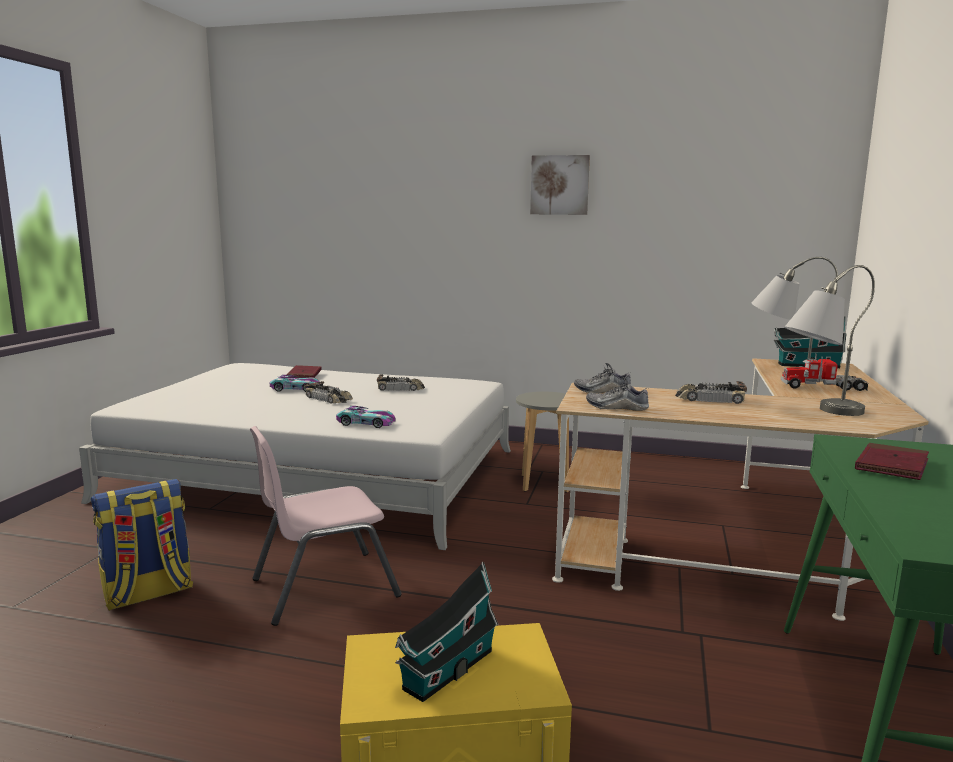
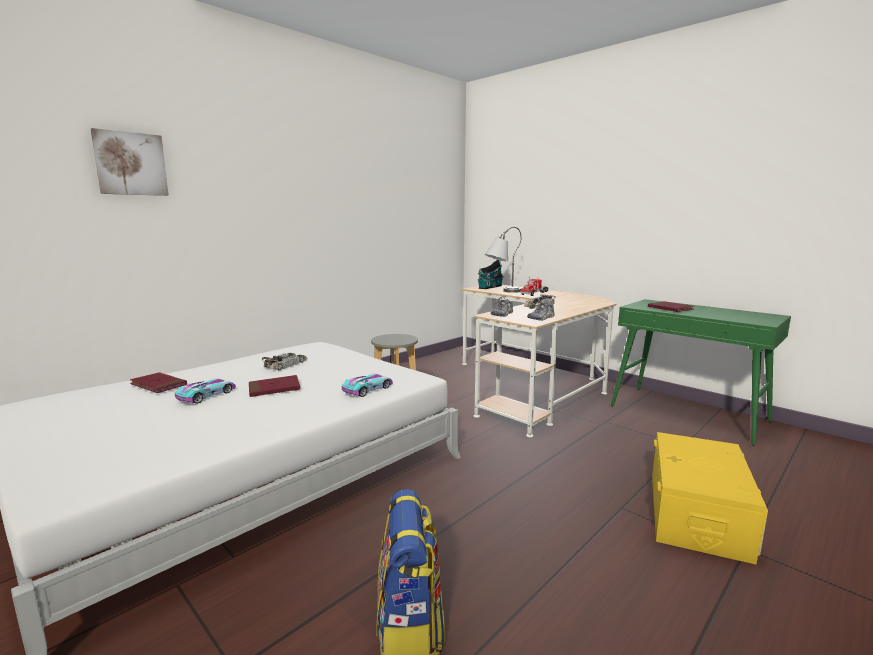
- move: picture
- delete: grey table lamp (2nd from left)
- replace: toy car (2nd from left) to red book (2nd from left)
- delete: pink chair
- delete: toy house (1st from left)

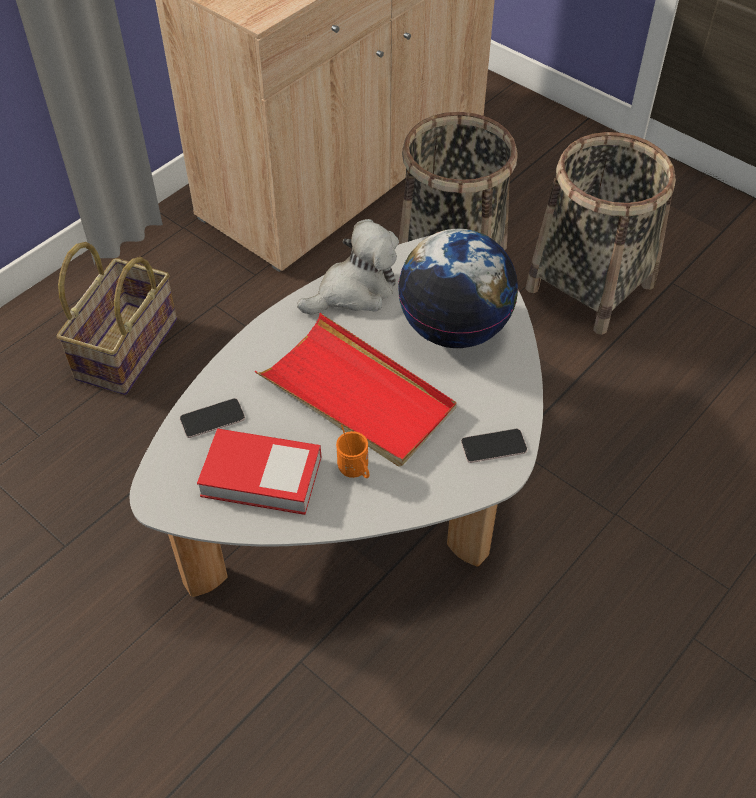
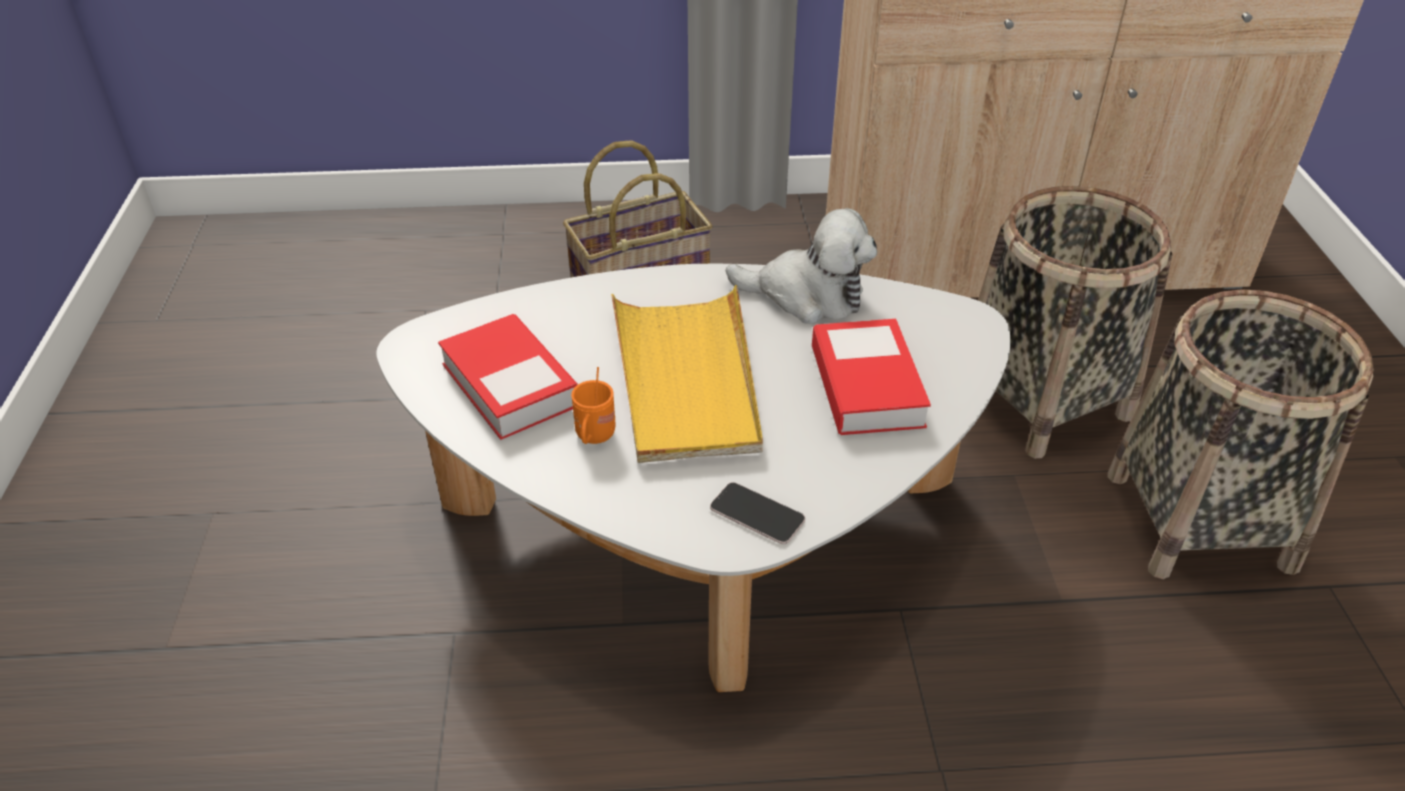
- replace: globe to book (2nd from left)
- recolor: red tray to yellow tray
- delete: phone (1st from left)

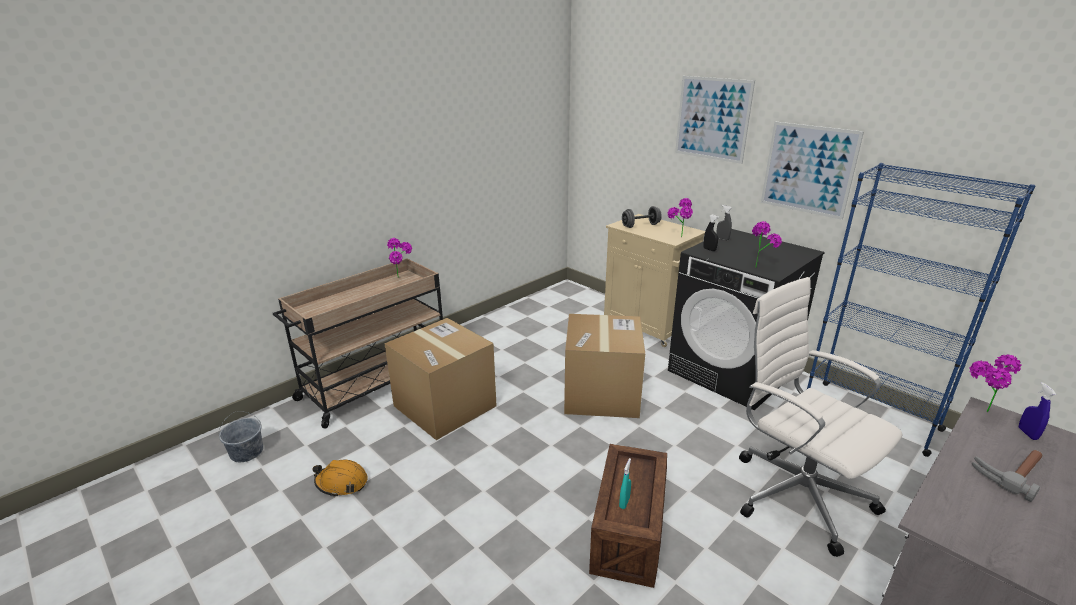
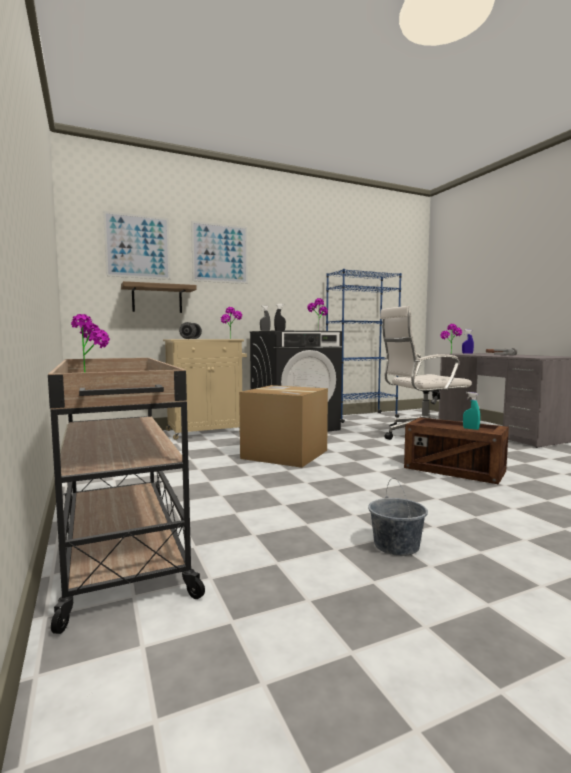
- move: picture (2nd from left in the first image) to picture (1st from left)
- delete: cardboard box (1st from left)
- move: grey bucket
- delete: orange hard hat
- insert: shelf

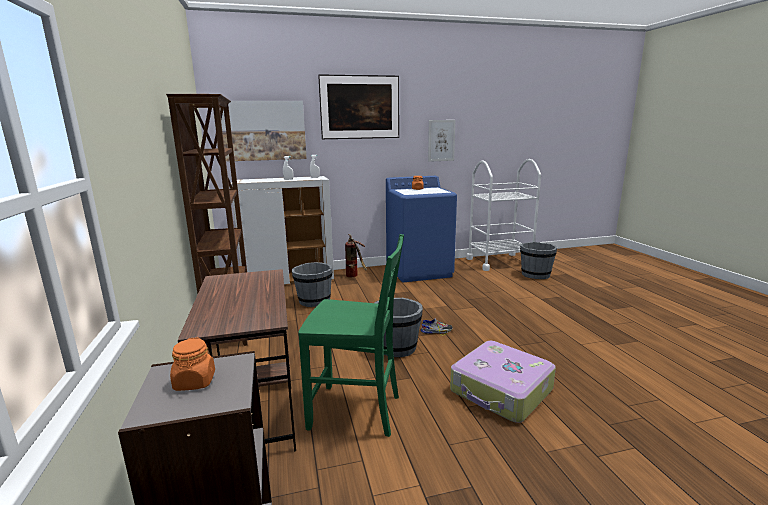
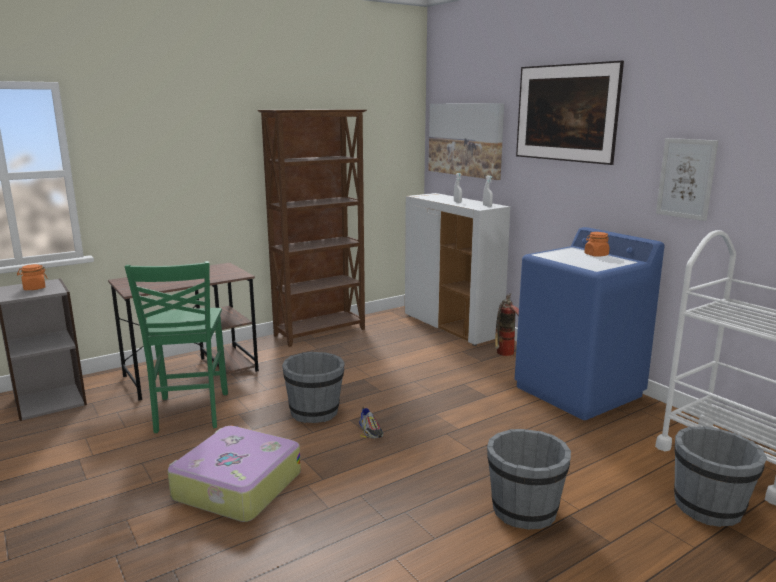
- move: grey bucket (1st from left in the first image) to grey bucket (2nd from left)

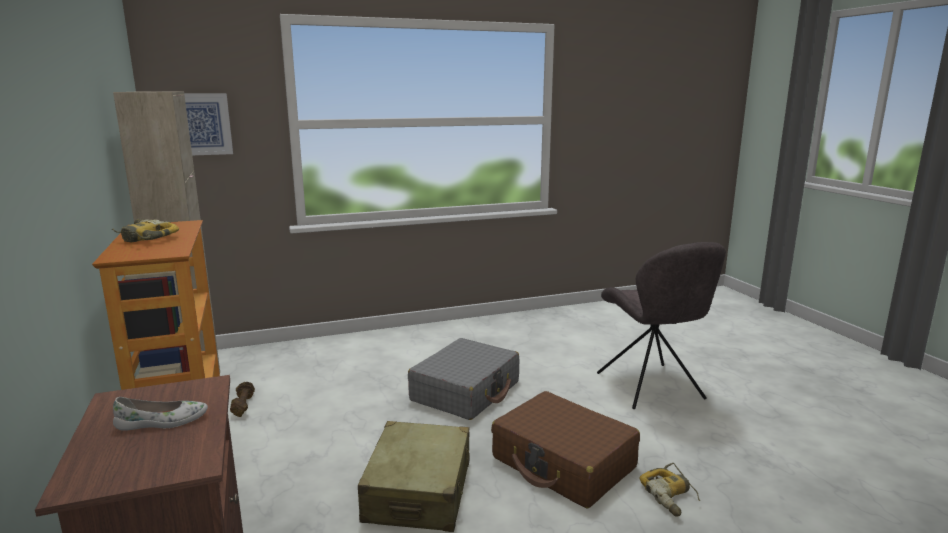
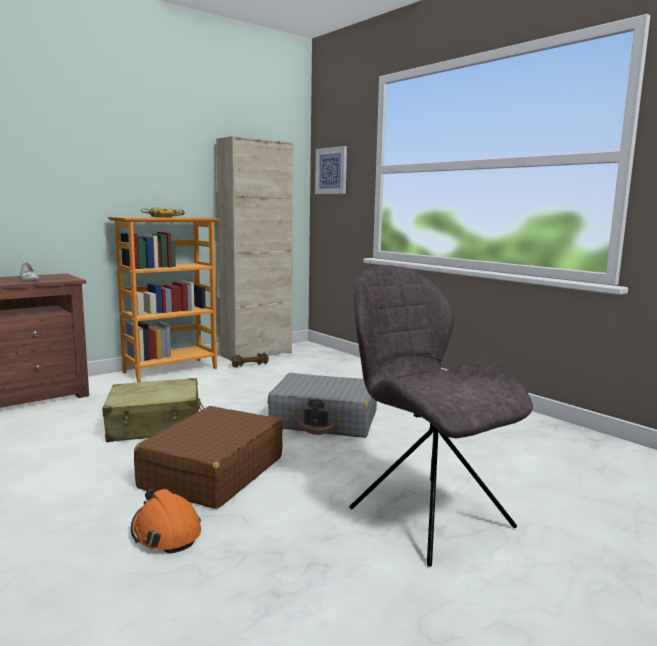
- rotate: grey chair 90 degrees clockwise
- replace: power drill (2nd from left) to orange hard hat

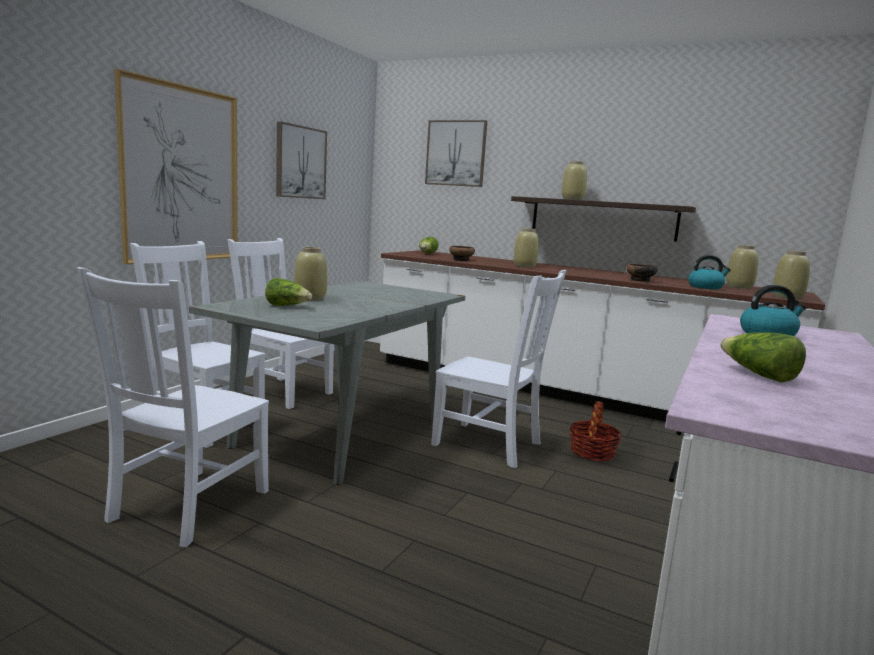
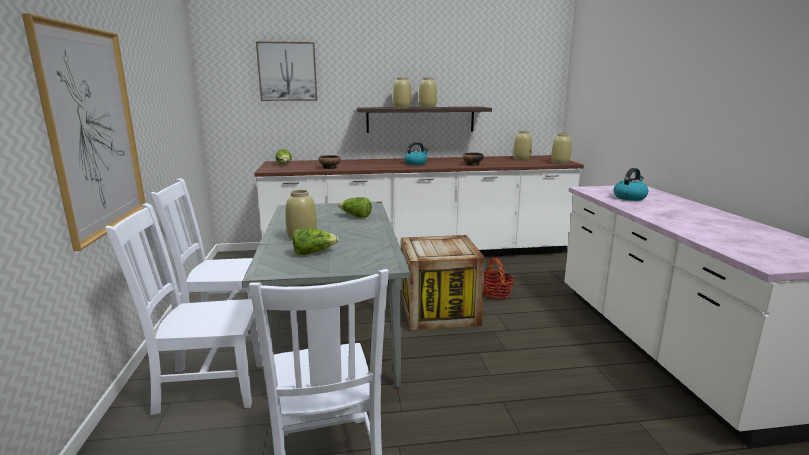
- delete: picture (2nd from left)
- move: beige vase (2nd from left in the first image) to beige vase (3rd from left)
- move: kettle (1st from left)
- replace: white chair (4th from left) to crate
- move: lettuce (3rd from left)

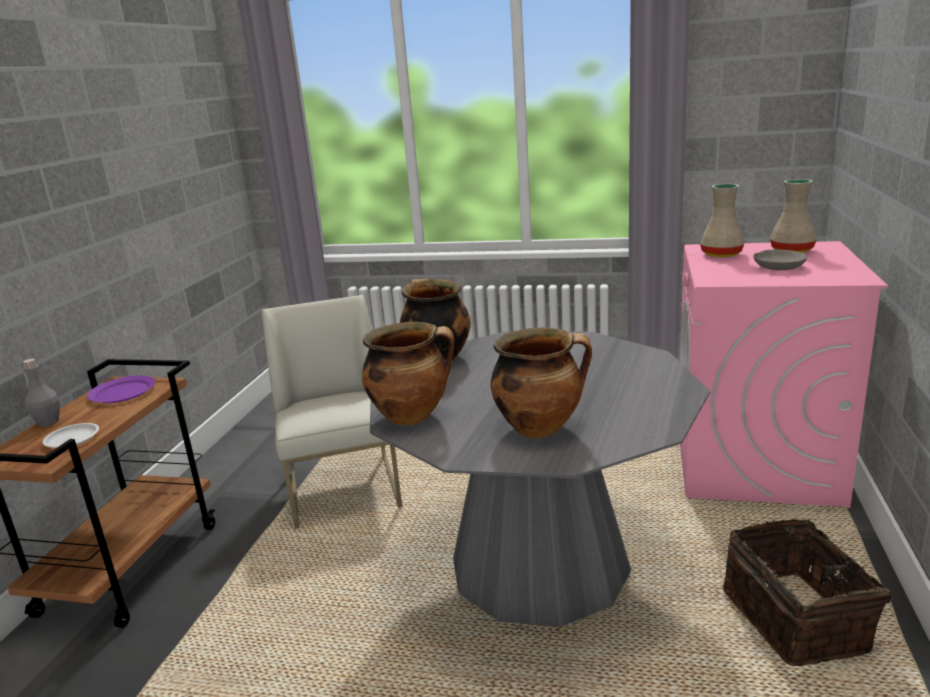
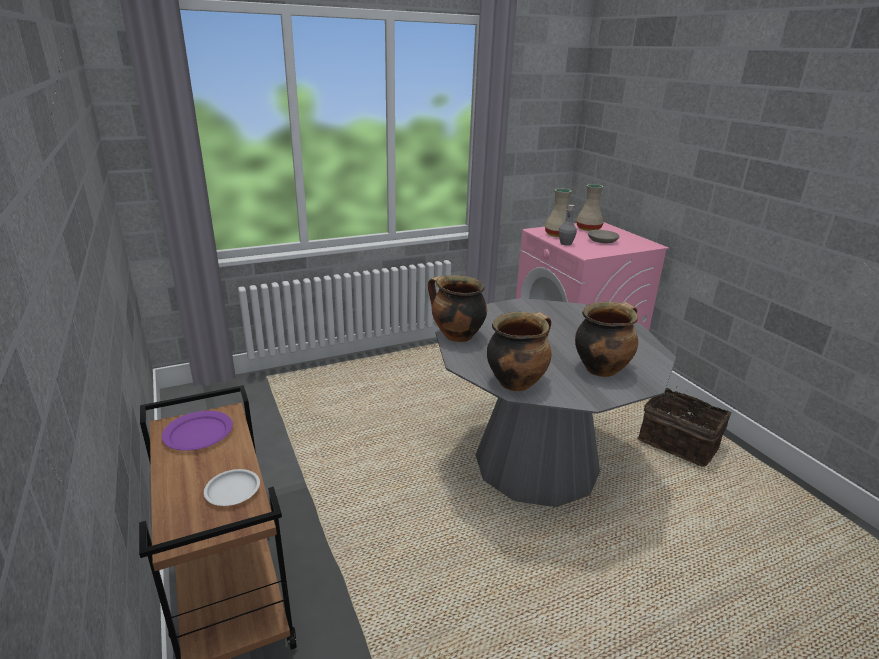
- delete: white chair
- move: grey bottle

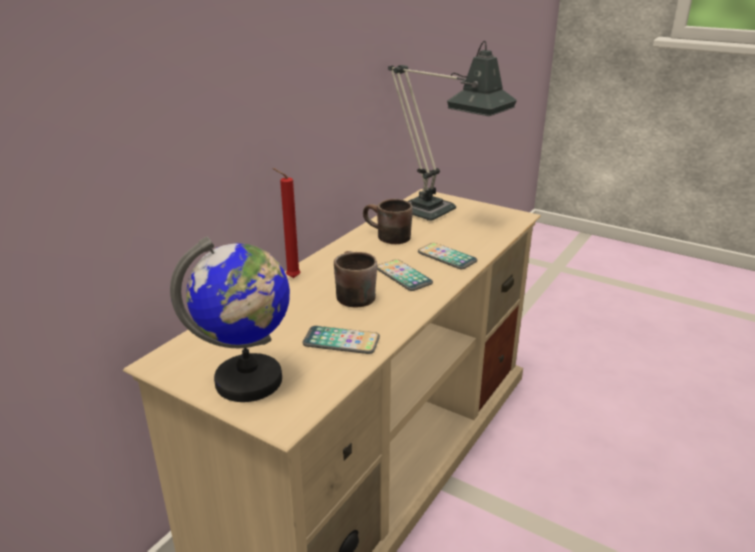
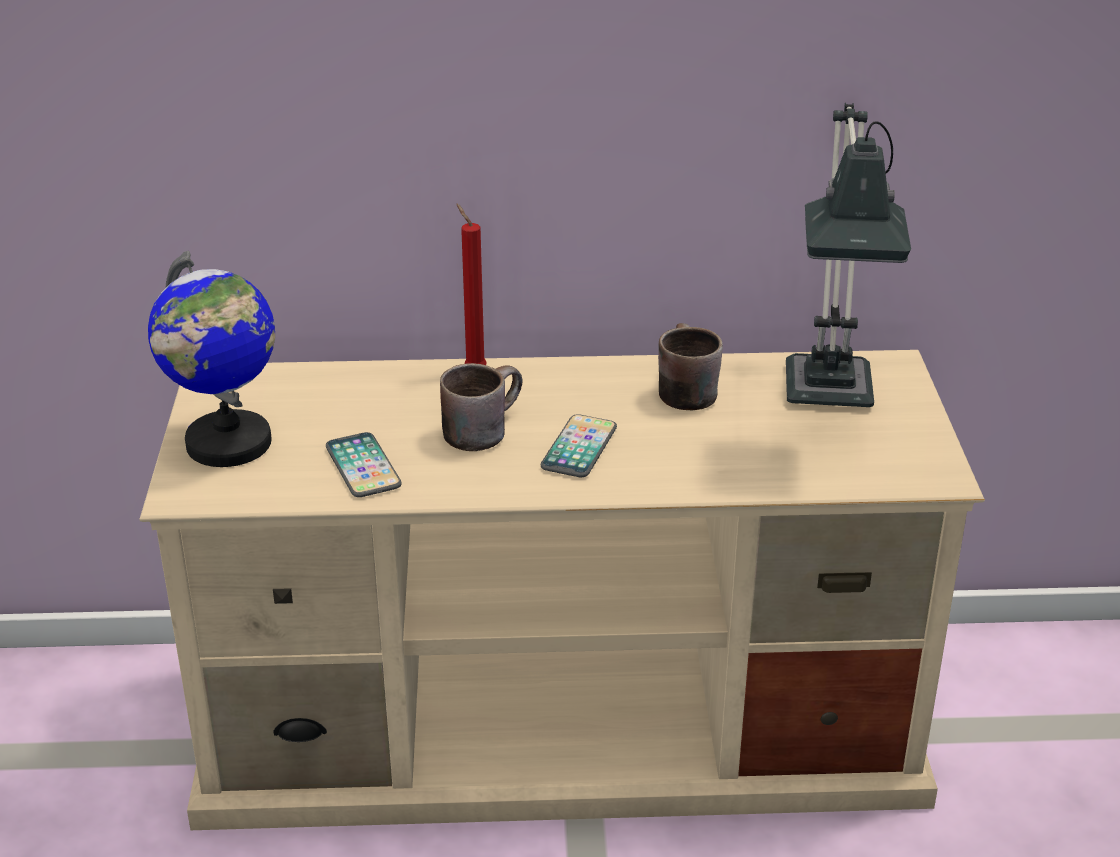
- delete: phone (3rd from left)

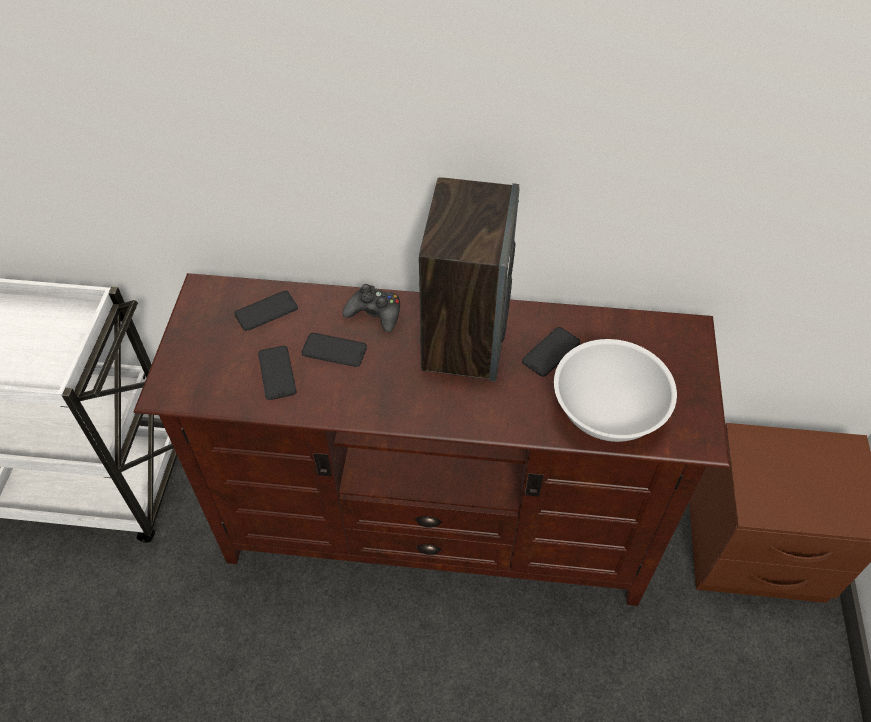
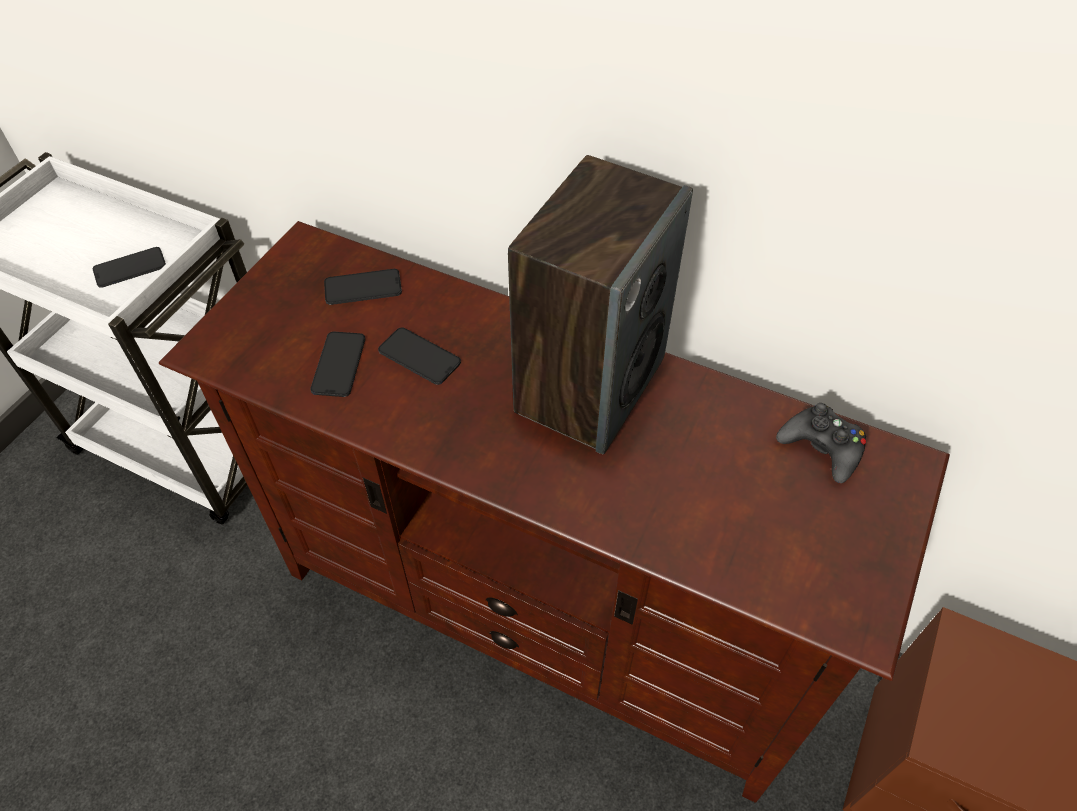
- move: black game controller
- move: phone (4th from left in the first image) to phone (1st from left)
- delete: white bowl

